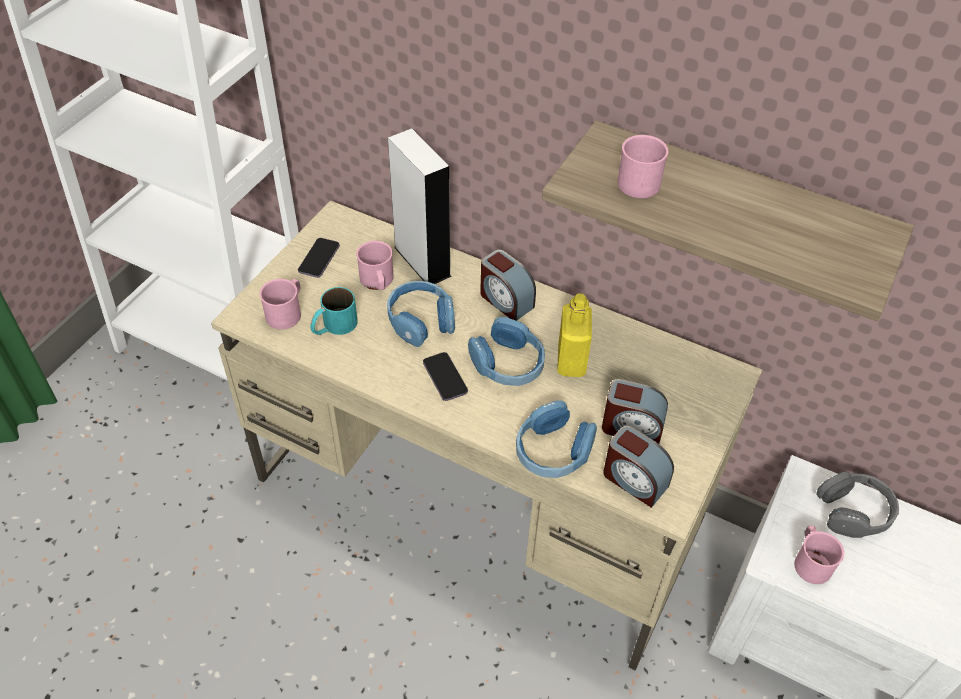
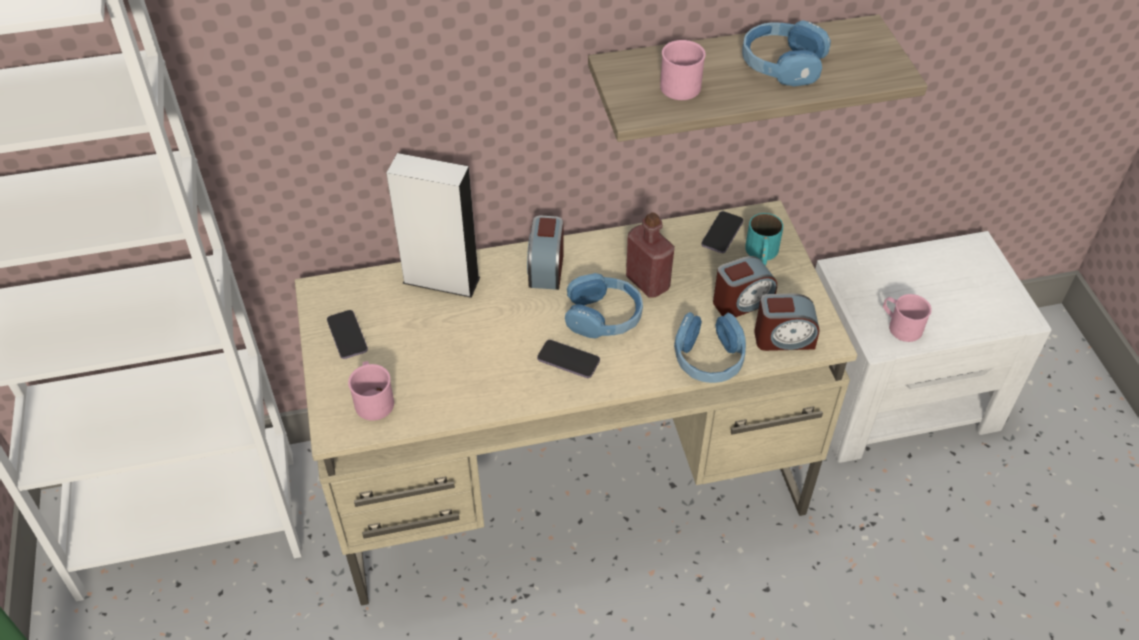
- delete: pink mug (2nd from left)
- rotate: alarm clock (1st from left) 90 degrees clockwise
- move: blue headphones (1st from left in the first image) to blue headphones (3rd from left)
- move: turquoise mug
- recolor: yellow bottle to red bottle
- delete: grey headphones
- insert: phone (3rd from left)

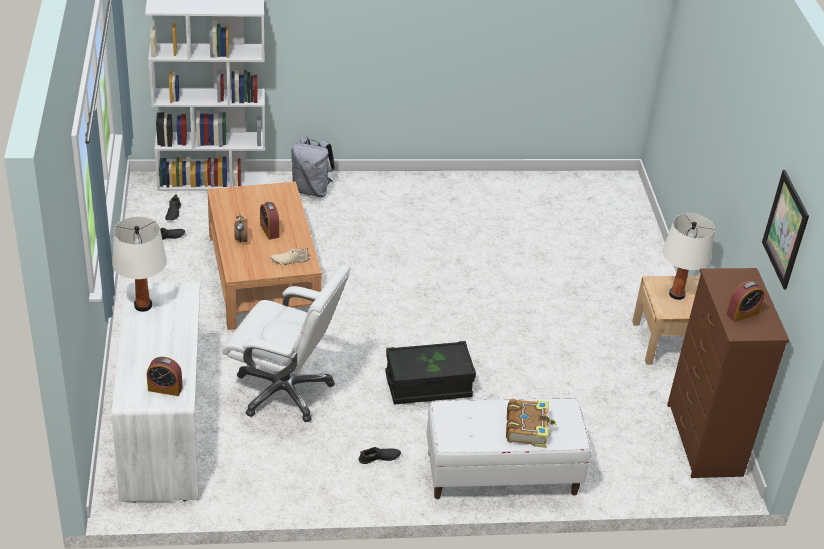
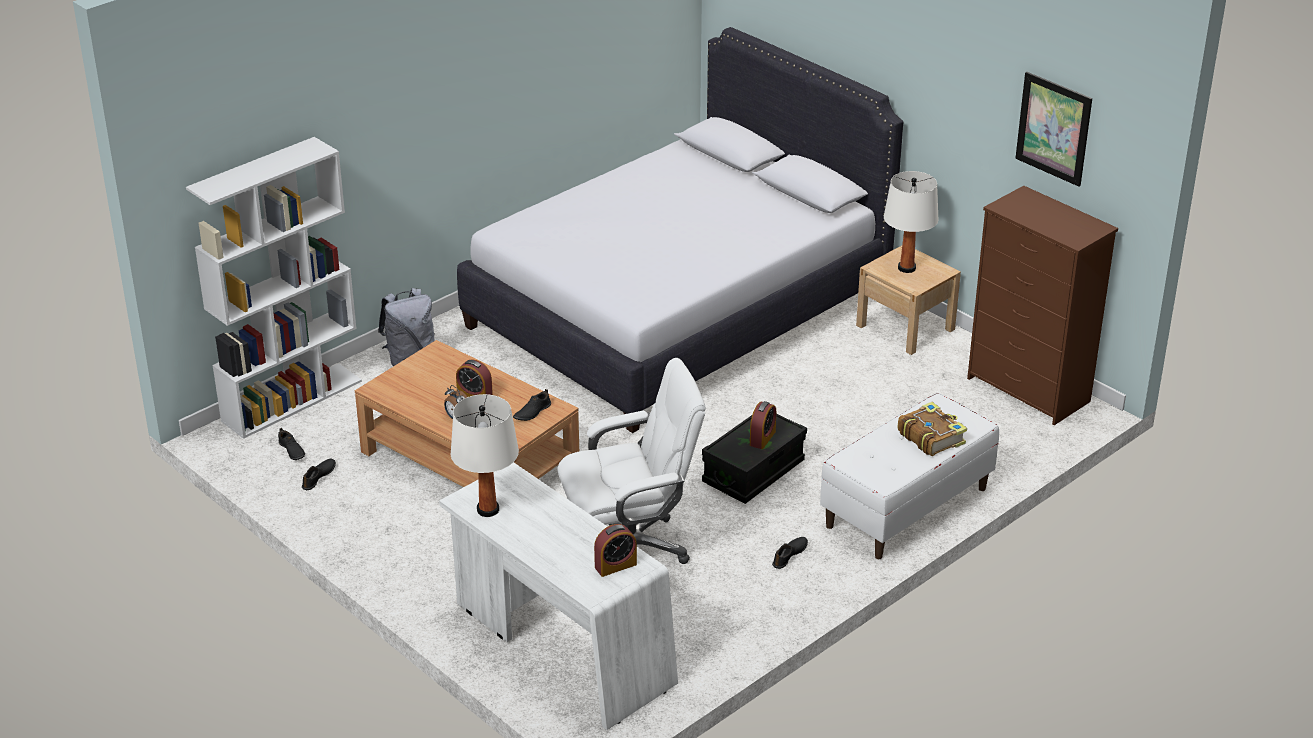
- recolor: beige shoe to black shoe (3rd from left)
- move: alarm clock (4th from left)
- insert: white bed

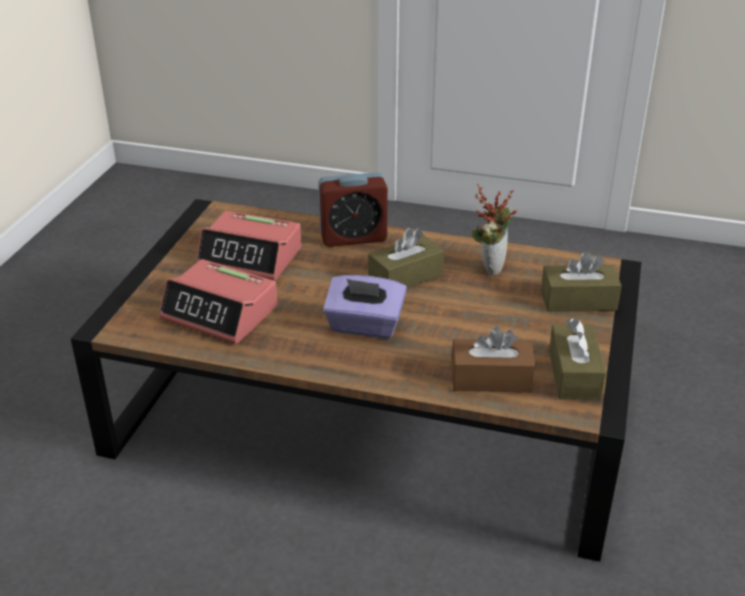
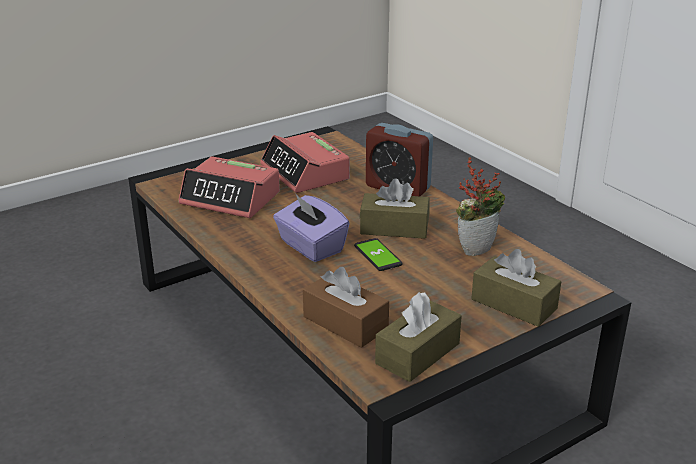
- rotate: alarm clock (1st from left) 45 degrees counterclockwise
- insert: phone

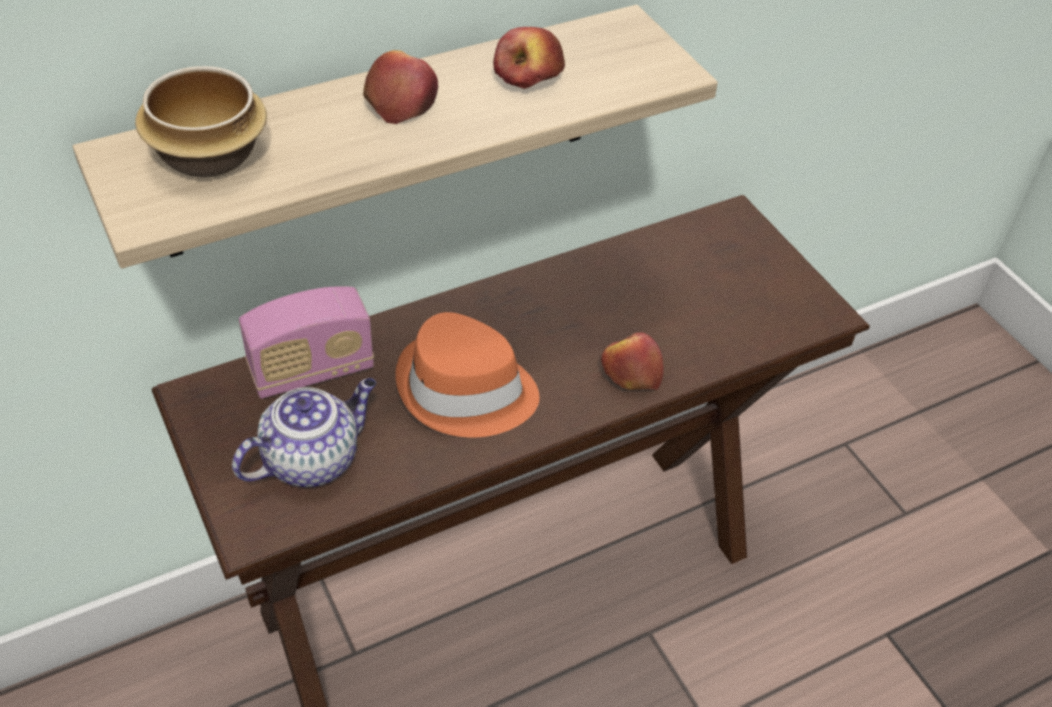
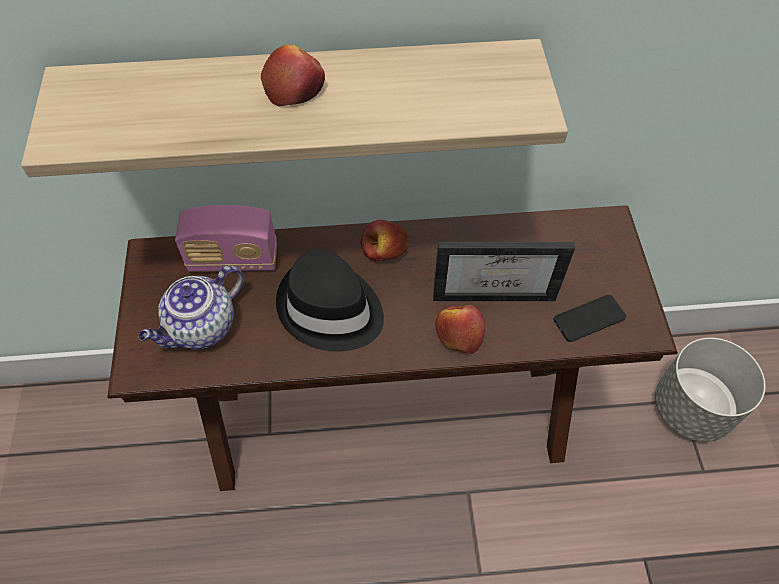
- move: apple (2nd from left)
- delete: bowl
- recolor: orange hat to black hat
- rotate: teapot 150 degrees clockwise
- insert: picture frame
- insert: phone
- insert: grey planter

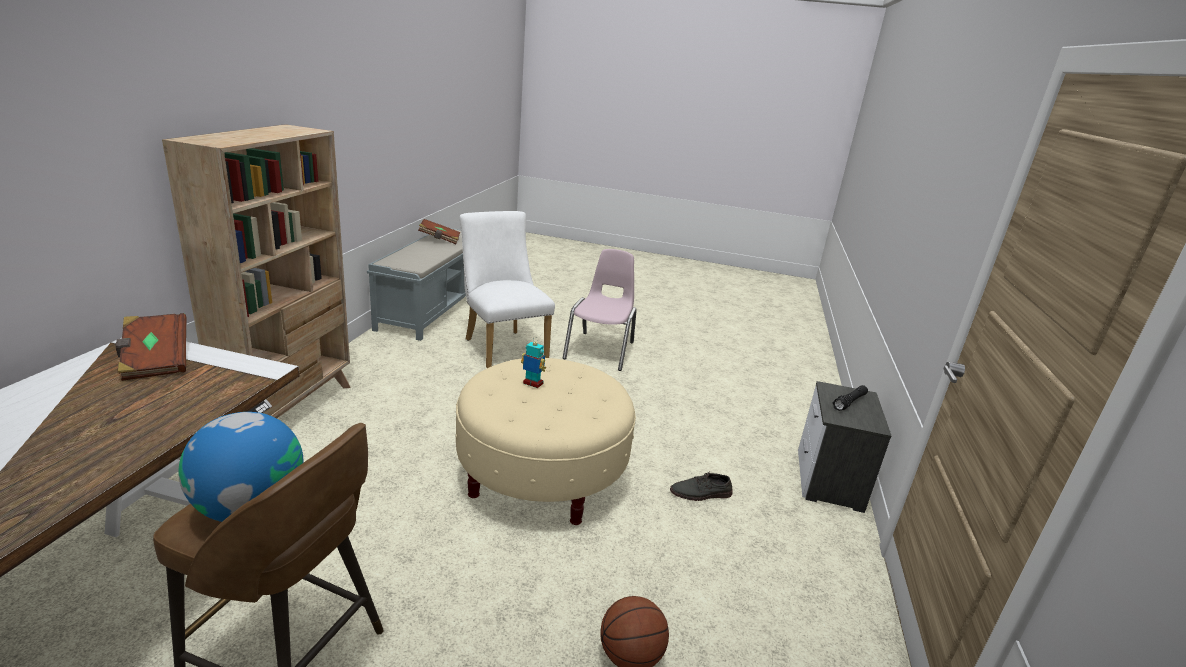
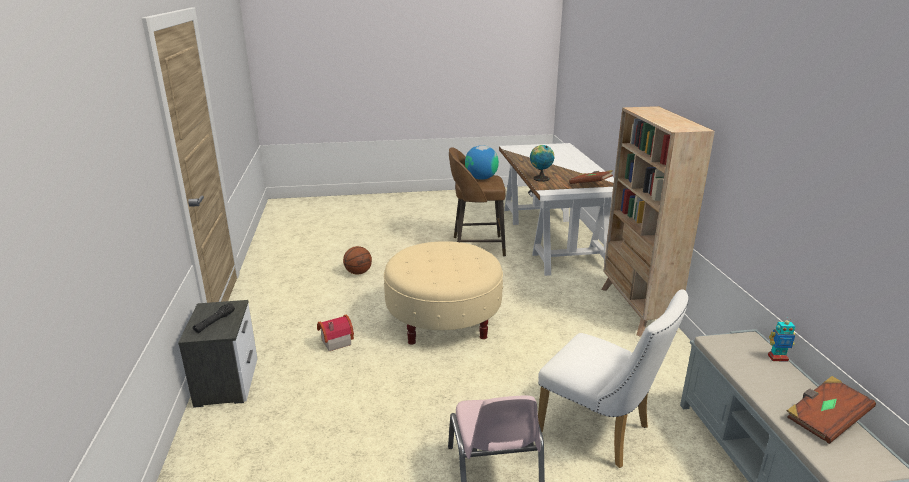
- move: toy robot
- replace: grey shoe to toy house
- insert: globe (2nd from left)

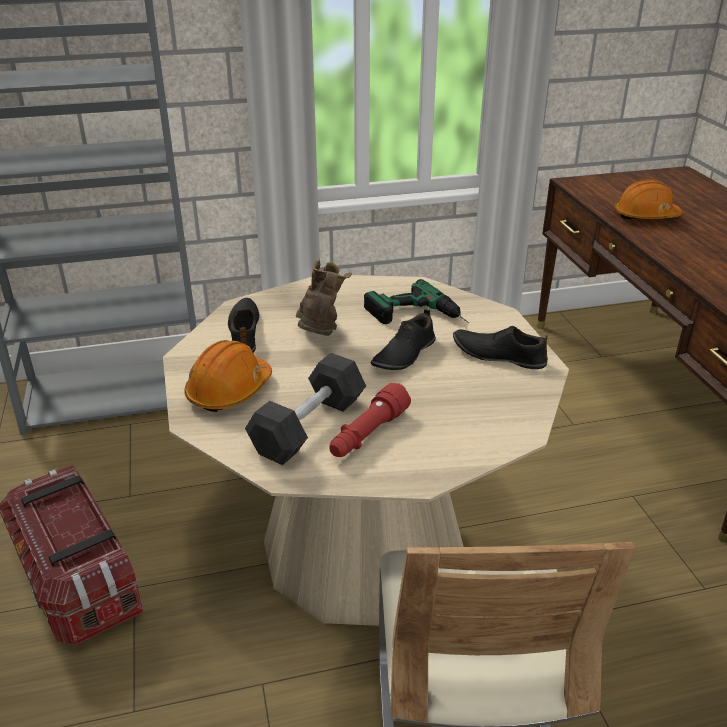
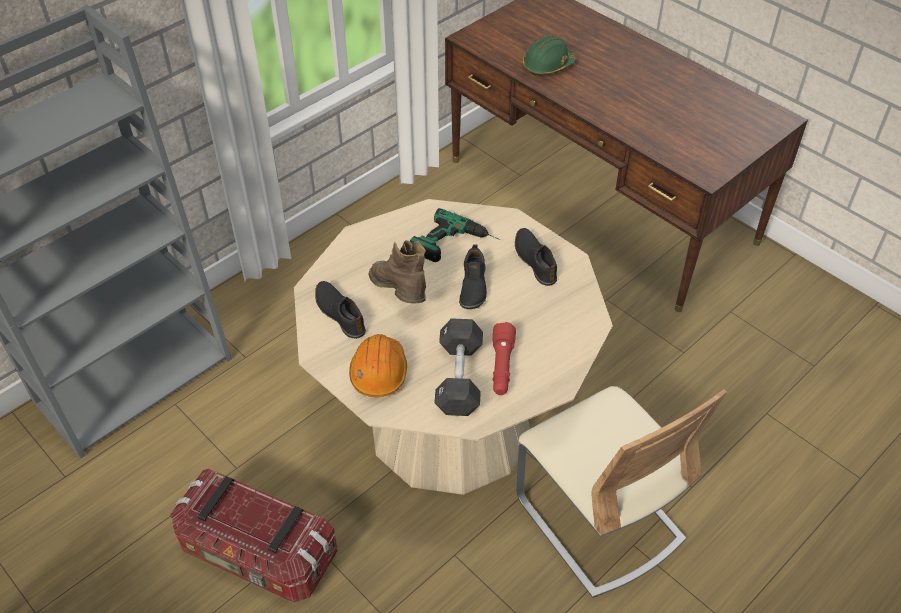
- recolor: orange hard hat (2nd from left) to green hard hat
- rotate: black shoe (3rd from left) 75 degrees clockwise

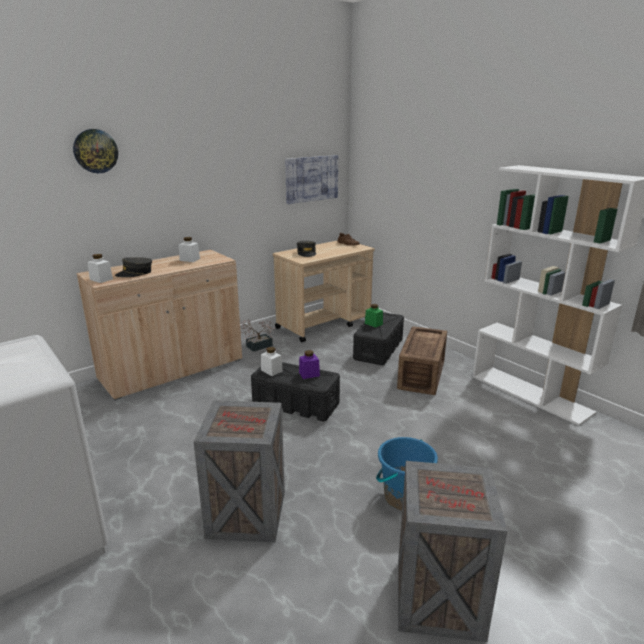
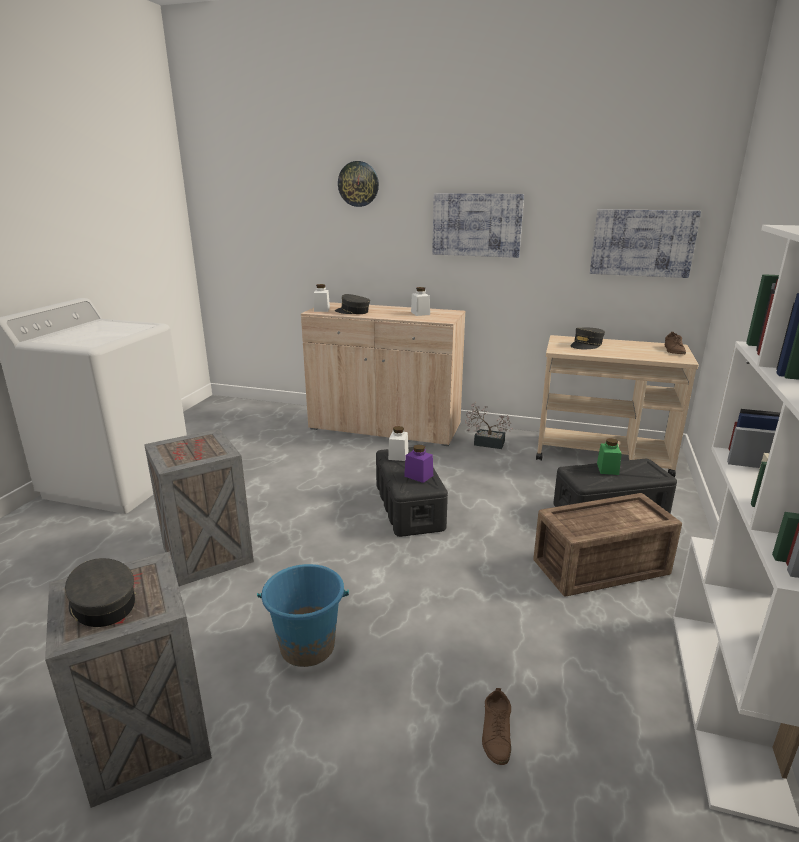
- insert: picture (1st from left)
- insert: grey cap (1st from left)
- insert: brown shoe (1st from left)

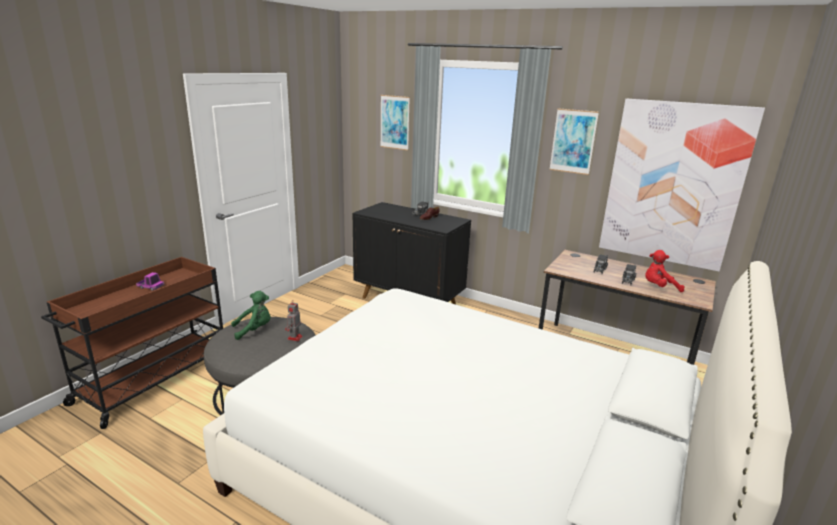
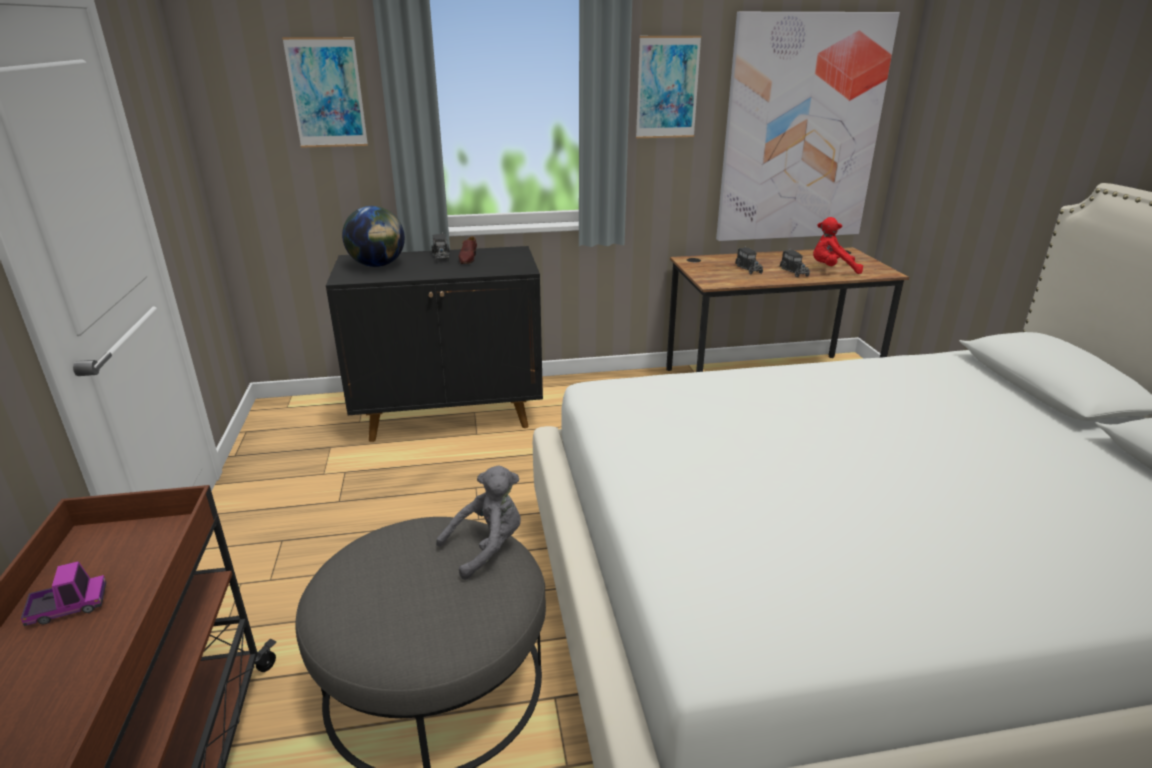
- rotate: red plush toy 45 degrees clockwise
- delete: green plush toy
- replace: toy robot to grey plush toy
- insert: globe

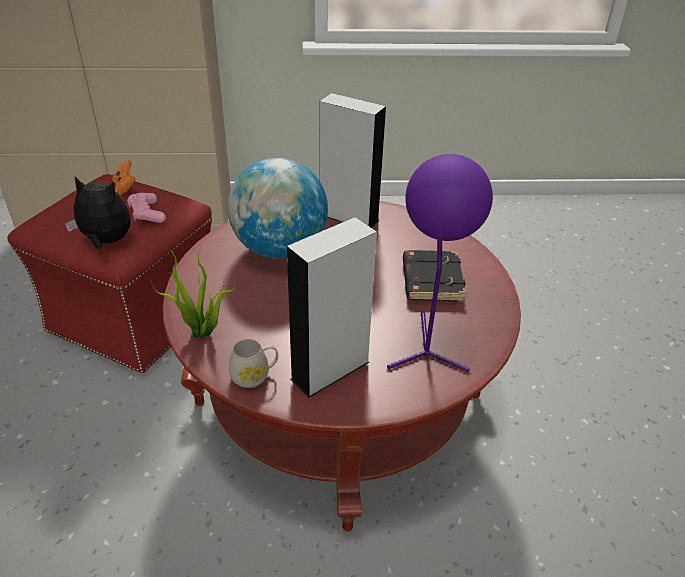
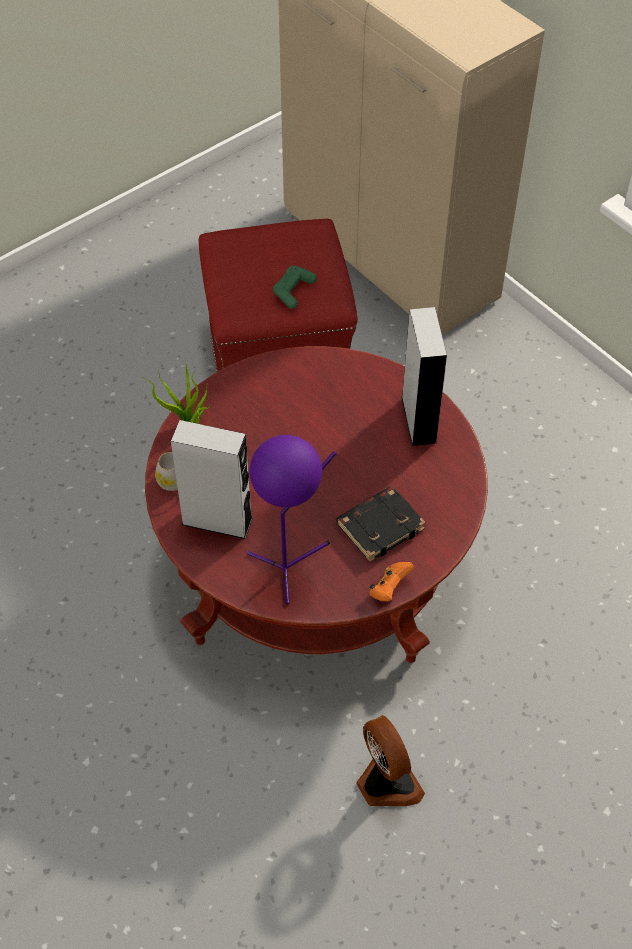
- delete: globe
- move: orange game controller
- delete: plush toy
- recolor: pink game controller to green game controller
- insert: fan

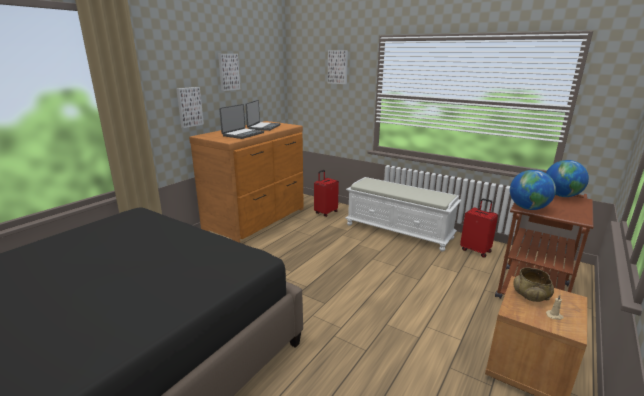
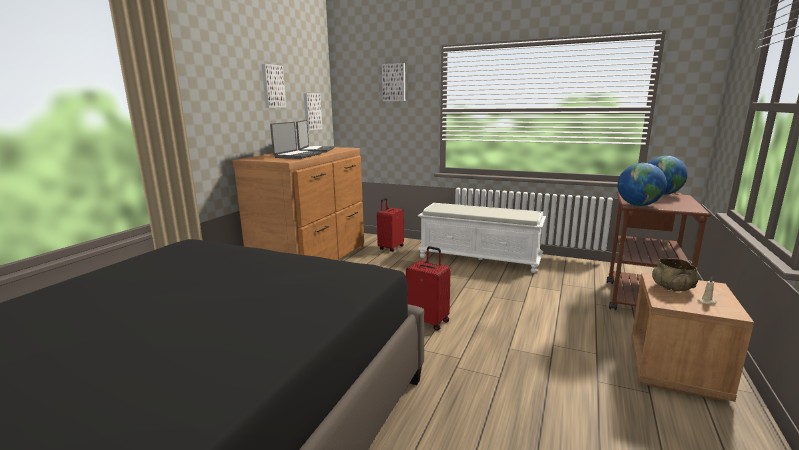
- move: picture (1st from left in the first image) to picture (2nd from left)
- move: red suitcase (2nd from left)

